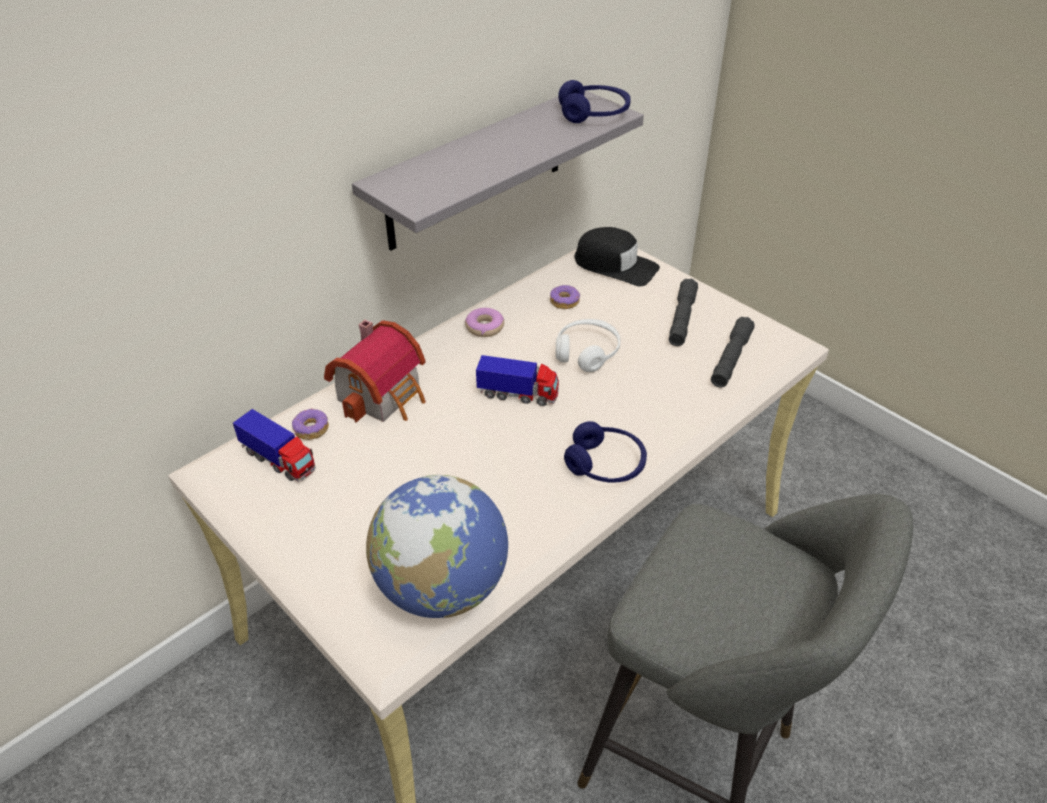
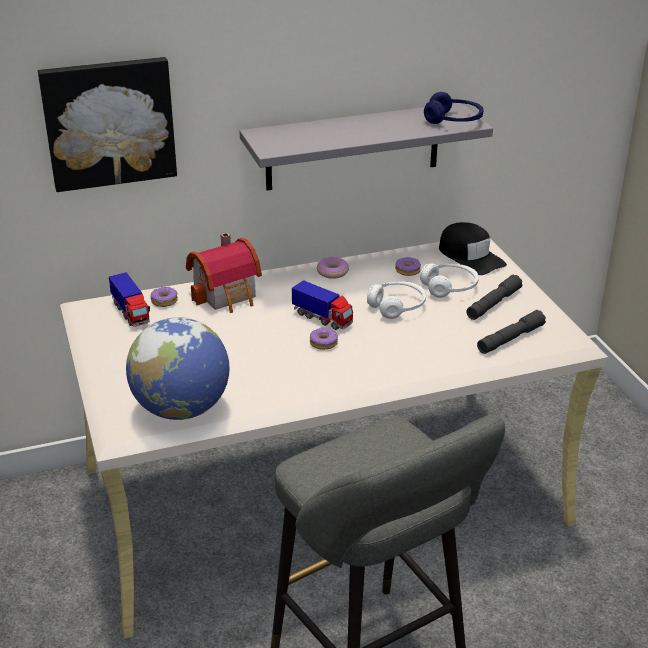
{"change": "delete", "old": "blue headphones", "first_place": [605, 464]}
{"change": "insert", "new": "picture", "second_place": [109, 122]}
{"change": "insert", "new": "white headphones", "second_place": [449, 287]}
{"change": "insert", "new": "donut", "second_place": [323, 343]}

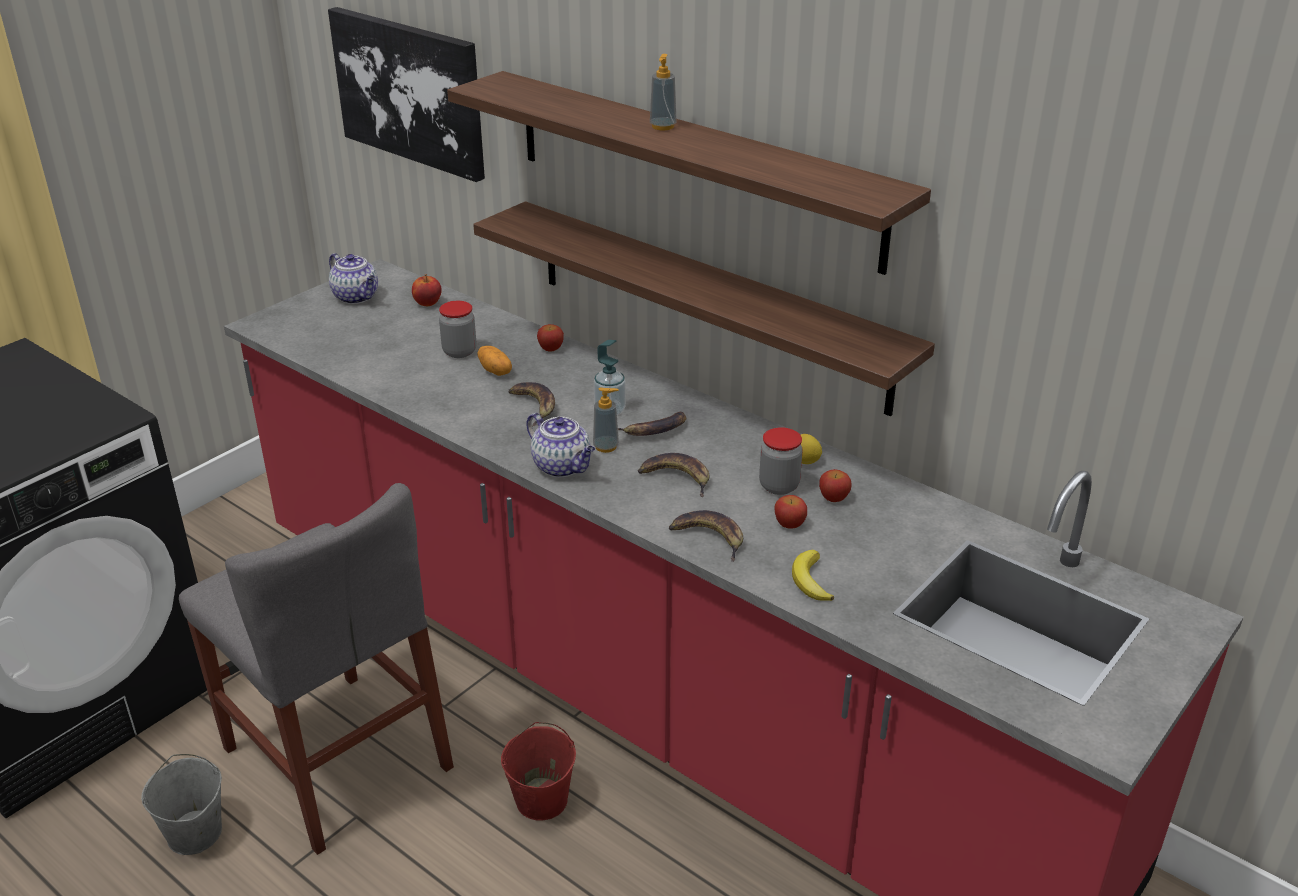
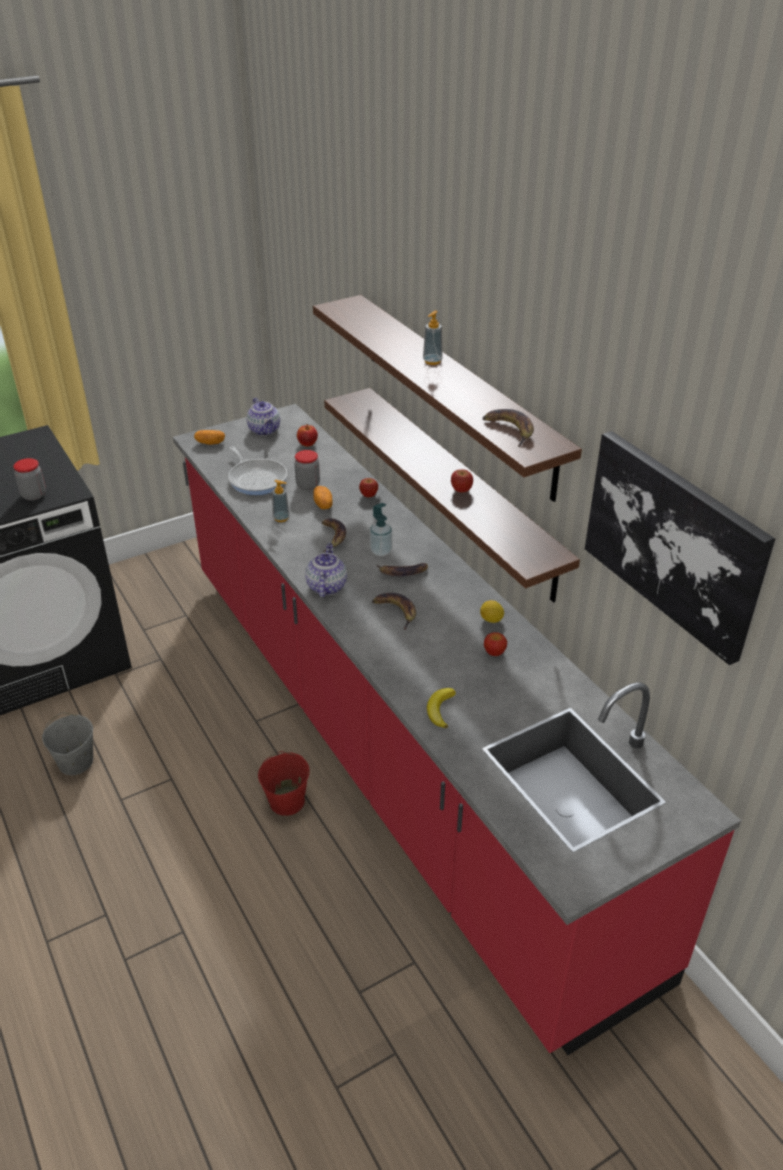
{"change": "move", "old": "picture", "first_place": [410, 91], "second_place": [673, 542]}
{"change": "move", "old": "soap dispenser", "first_place": [606, 446], "second_place": [281, 518]}
{"change": "rotate", "old": "teapot", "first_place": [563, 467], "second_place": [326, 586], "degrees": -150}
{"change": "move", "old": "jar", "first_place": [779, 486], "second_place": [34, 495]}
{"change": "delete", "old": "grey chair", "first_place": [336, 758]}
{"change": "move", "old": "apple", "first_place": [789, 524], "second_place": [461, 490]}
{"change": "move", "old": "banana", "first_place": [709, 537], "second_place": [510, 430]}
{"change": "insert", "new": "potato", "second_place": [210, 443]}
{"change": "insert", "new": "frying pan", "second_place": [257, 479]}

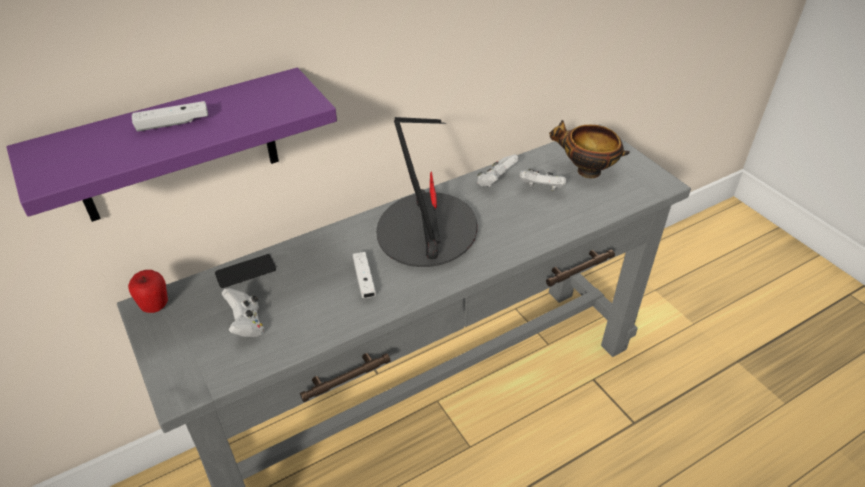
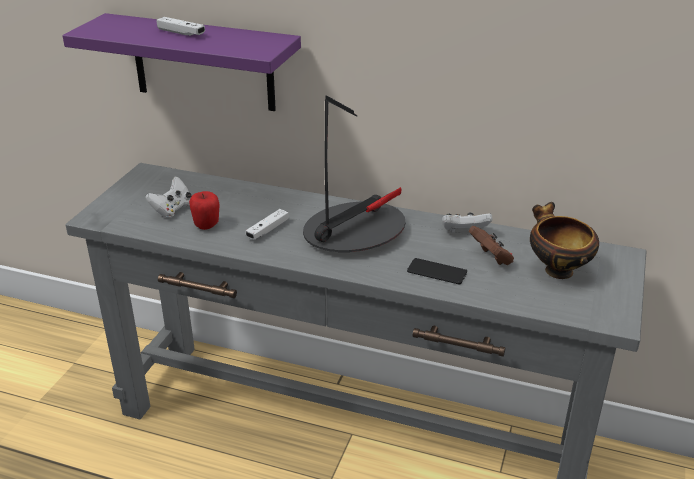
{"change": "recolor", "old": "white game controller", "new": "brown game controller", "first_place": [542, 189], "second_place": [491, 258]}
{"change": "move", "old": "phone", "first_place": [245, 271], "second_place": [437, 272]}
{"change": "move", "old": "apple", "first_place": [155, 306], "second_place": [206, 226]}

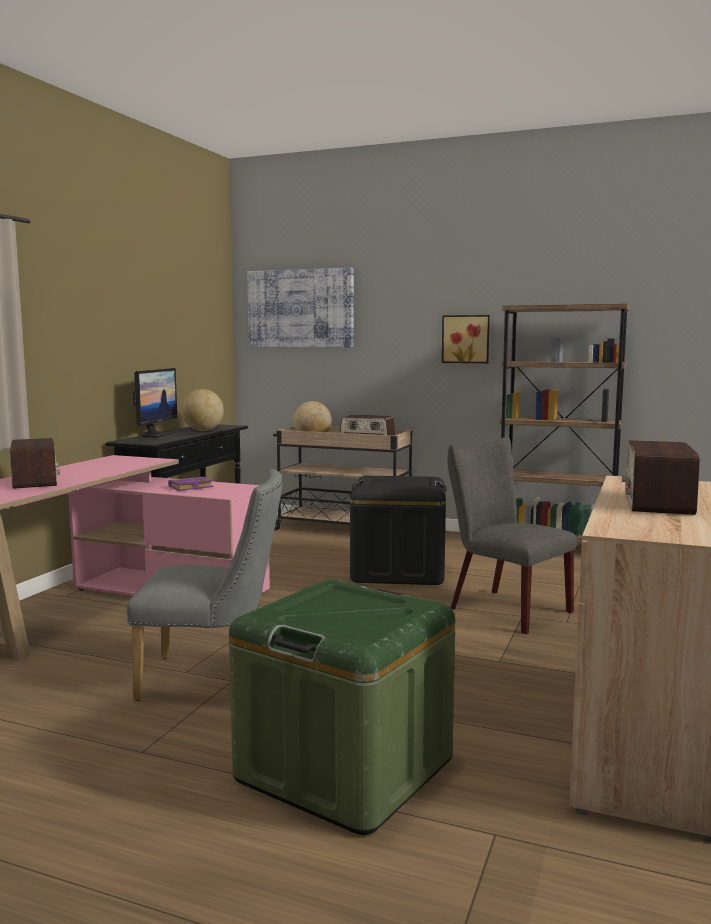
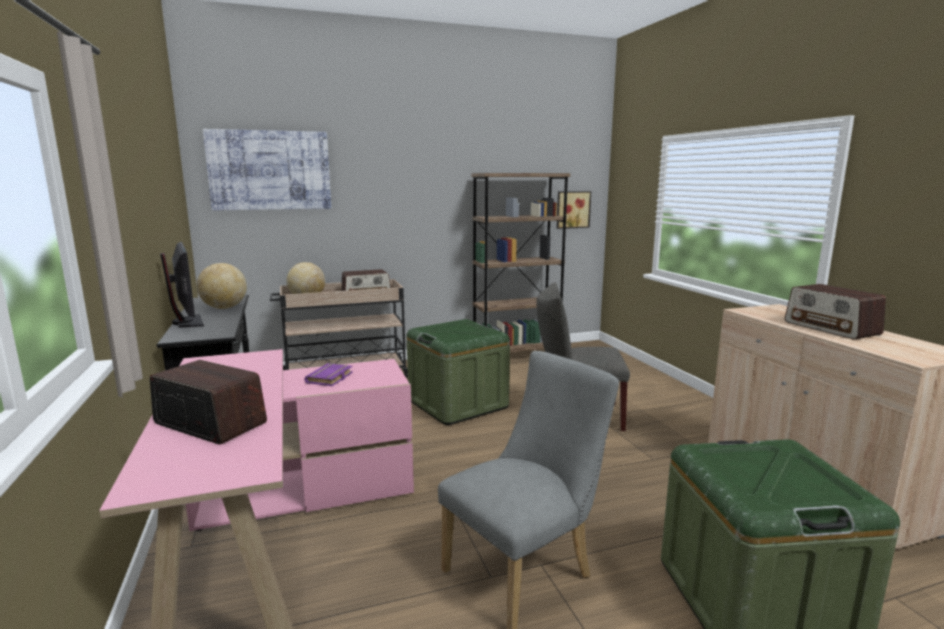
{"change": "move", "old": "picture", "first_place": [466, 339], "second_place": [572, 209]}
{"change": "recolor", "old": "black storage box", "new": "green storage box", "first_place": [398, 571], "second_place": [458, 404]}

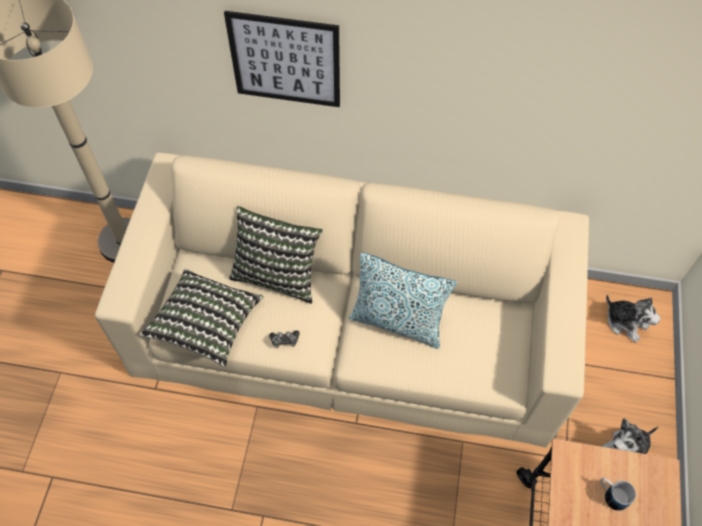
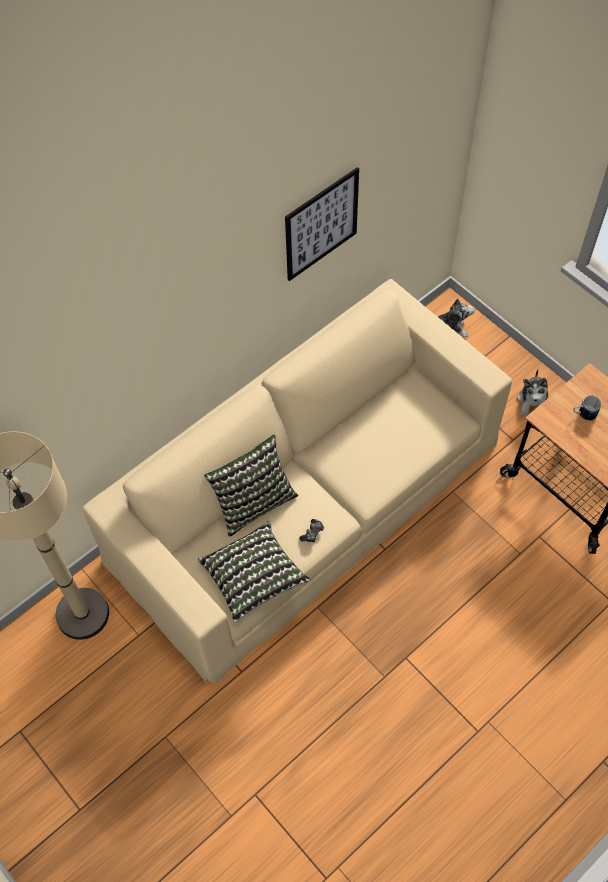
{"change": "move", "old": "picture", "first_place": [285, 60], "second_place": [321, 224]}
{"change": "delete", "old": "pillow", "first_place": [397, 322]}

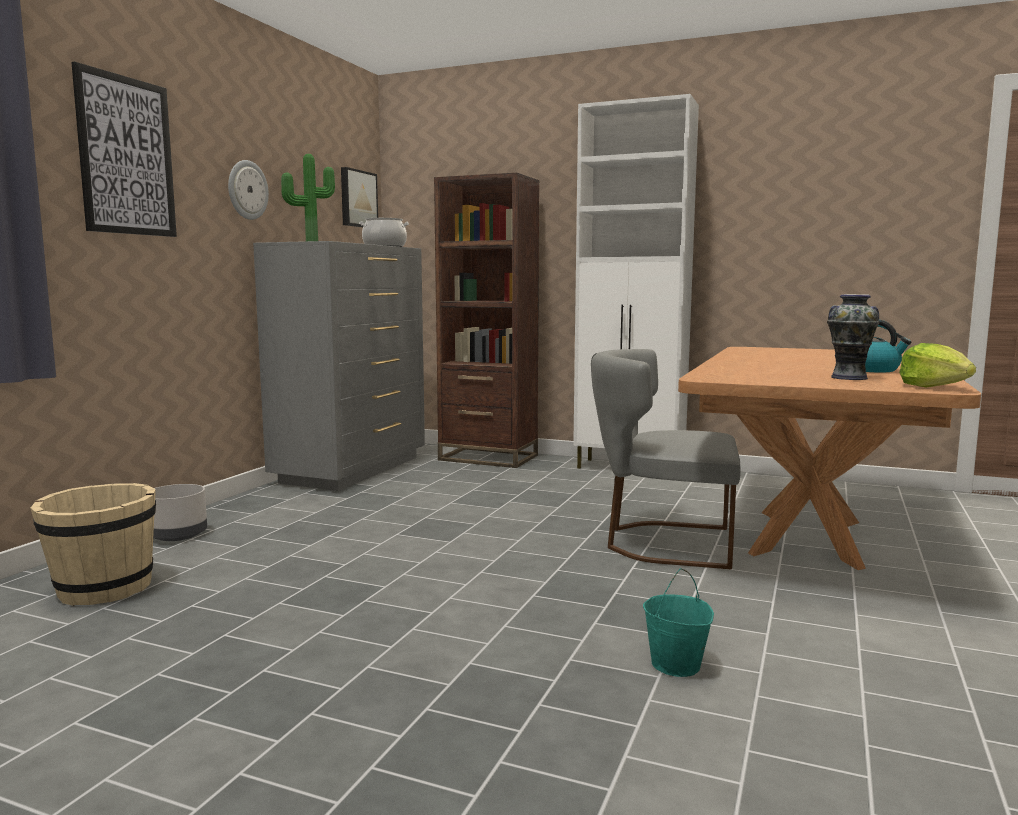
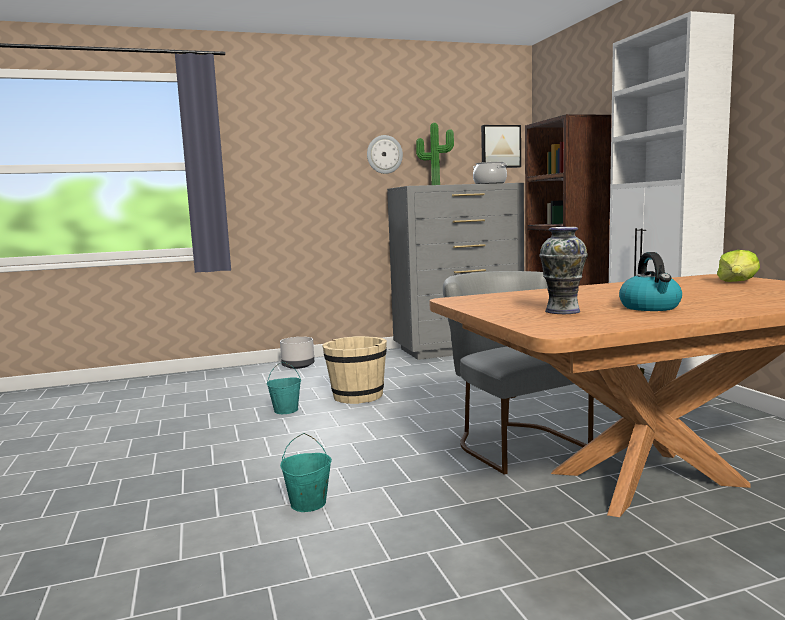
{"change": "delete", "old": "picture", "first_place": [126, 156]}
{"change": "move", "old": "lettuce", "first_place": [934, 387], "second_place": [737, 282]}
{"change": "move", "old": "beige bucket", "first_place": [103, 589], "second_place": [357, 397]}
{"change": "insert", "new": "turquoise bucket", "second_place": [286, 410]}

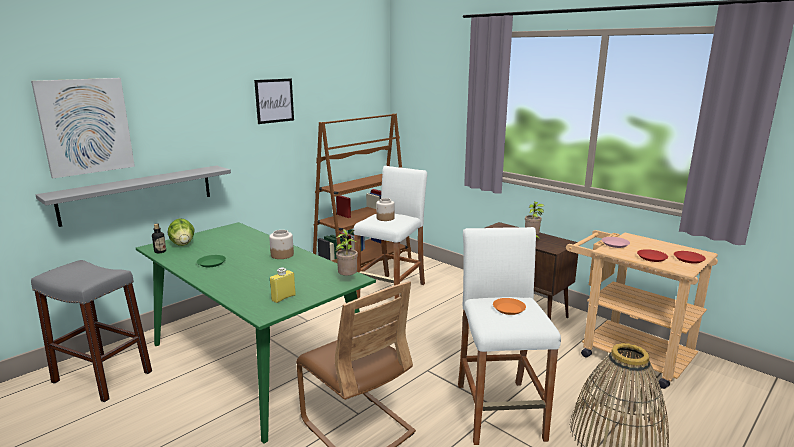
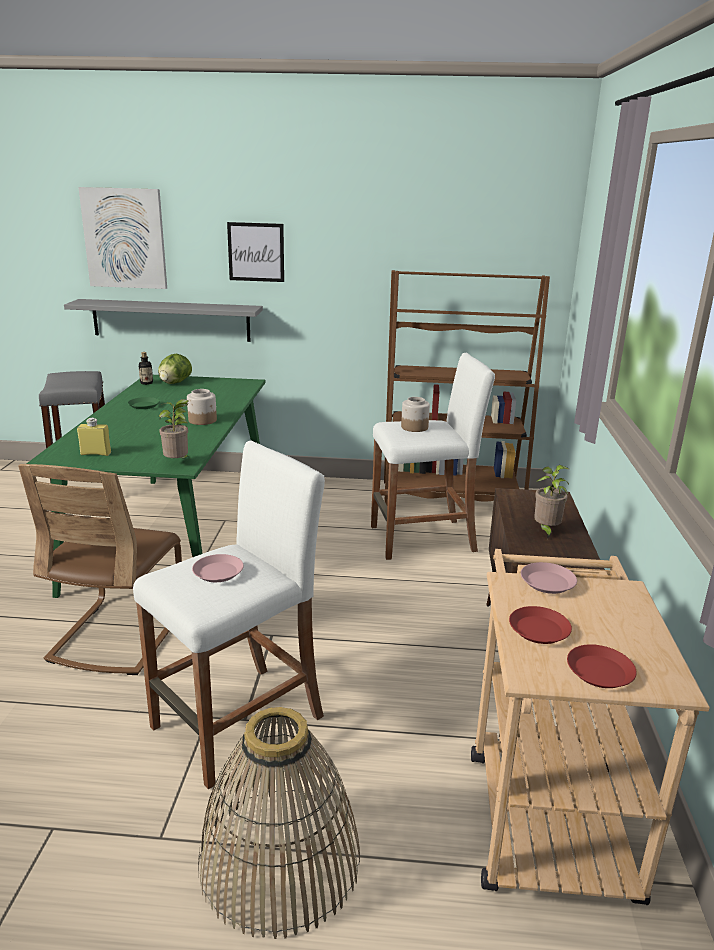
{"change": "move", "old": "picture", "first_place": [274, 100], "second_place": [256, 252]}
{"change": "recolor", "old": "orange plate", "new": "pink plate", "first_place": [509, 309], "second_place": [218, 572]}

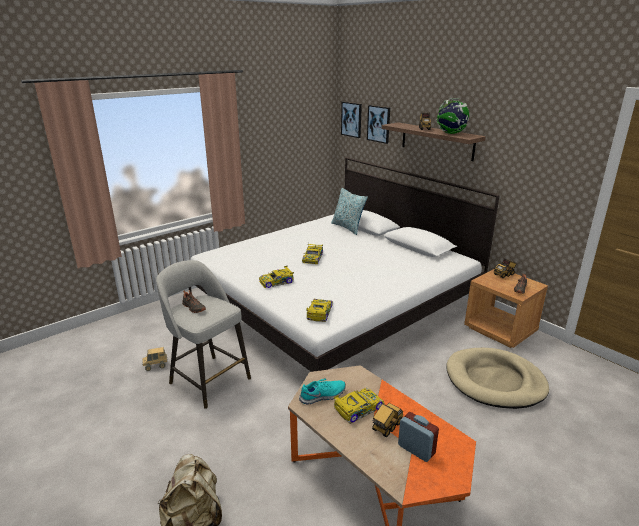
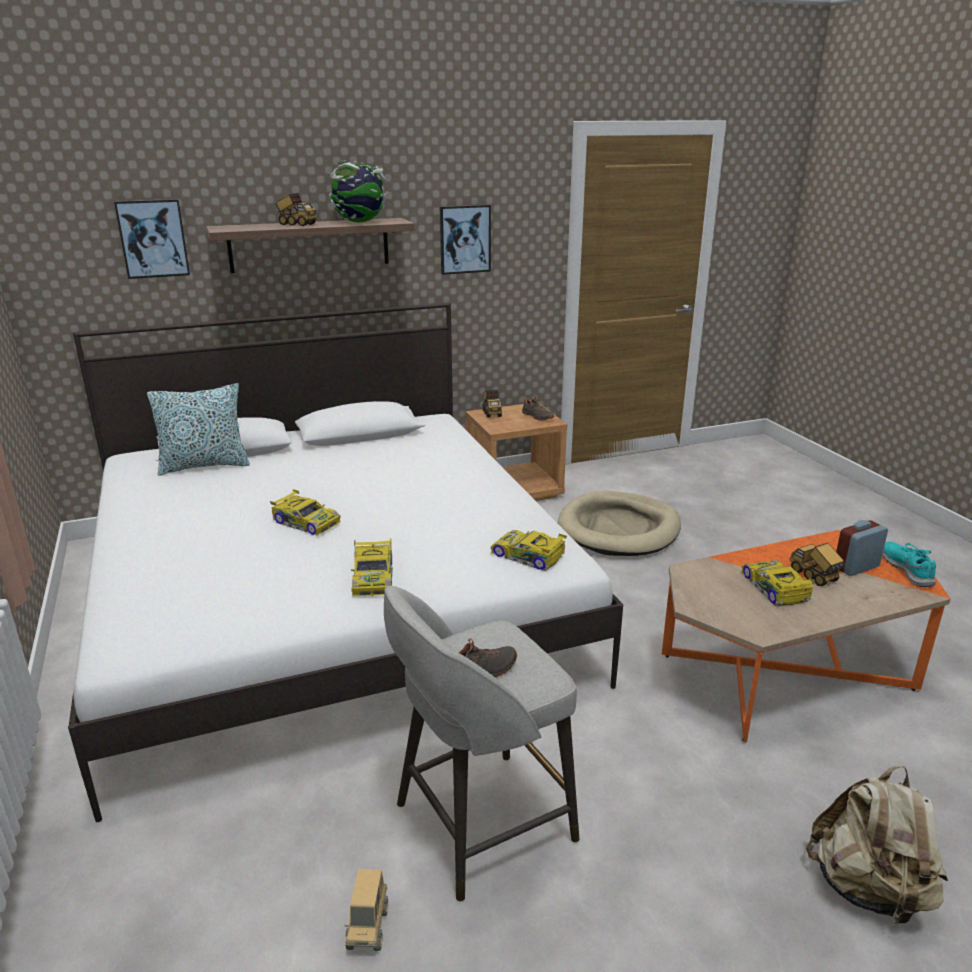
{"change": "move", "old": "picture", "first_place": [351, 119], "second_place": [464, 239]}
{"change": "move", "old": "turquoise shoe", "first_place": [323, 396], "second_place": [907, 569]}

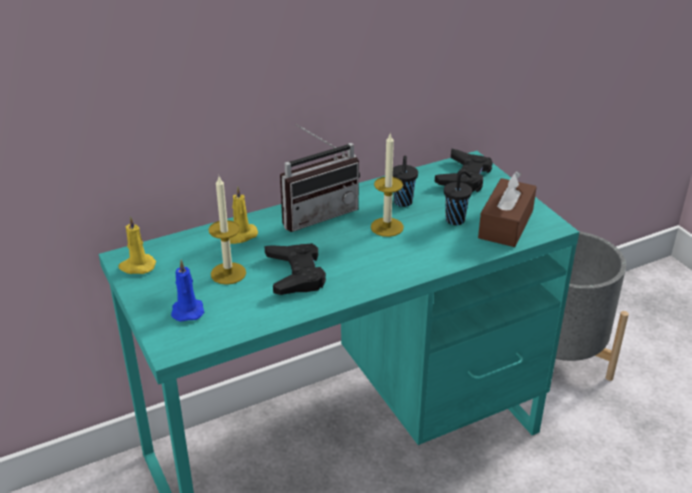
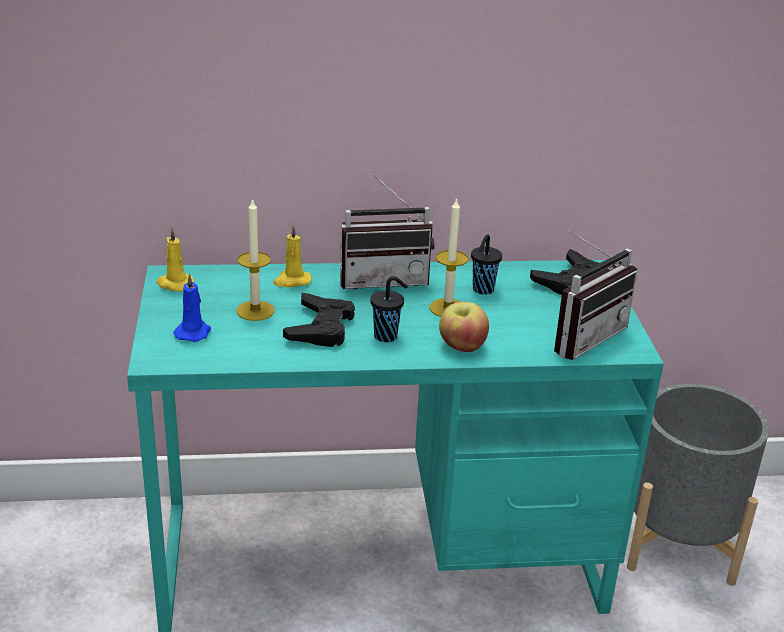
{"change": "move", "old": "black cup", "first_place": [456, 219], "second_place": [387, 336]}
{"change": "replace", "old": "brown tissue box", "new": "radio", "first_place": [506, 224], "second_place": [582, 336]}
{"change": "insert", "new": "apple", "second_place": [462, 346]}

